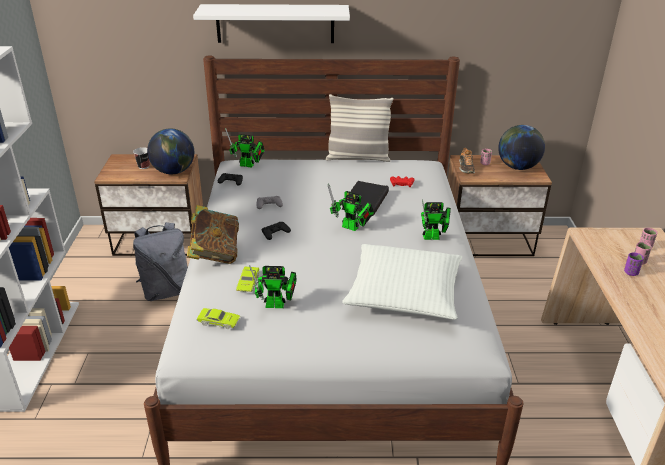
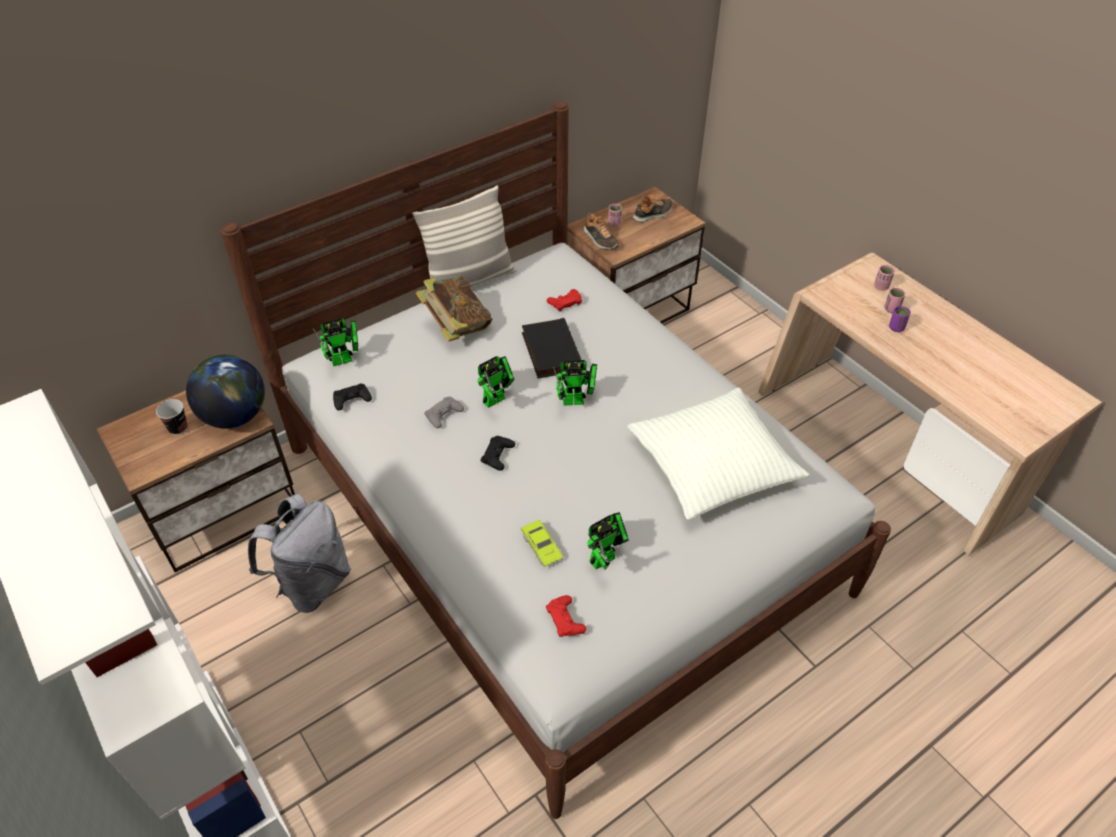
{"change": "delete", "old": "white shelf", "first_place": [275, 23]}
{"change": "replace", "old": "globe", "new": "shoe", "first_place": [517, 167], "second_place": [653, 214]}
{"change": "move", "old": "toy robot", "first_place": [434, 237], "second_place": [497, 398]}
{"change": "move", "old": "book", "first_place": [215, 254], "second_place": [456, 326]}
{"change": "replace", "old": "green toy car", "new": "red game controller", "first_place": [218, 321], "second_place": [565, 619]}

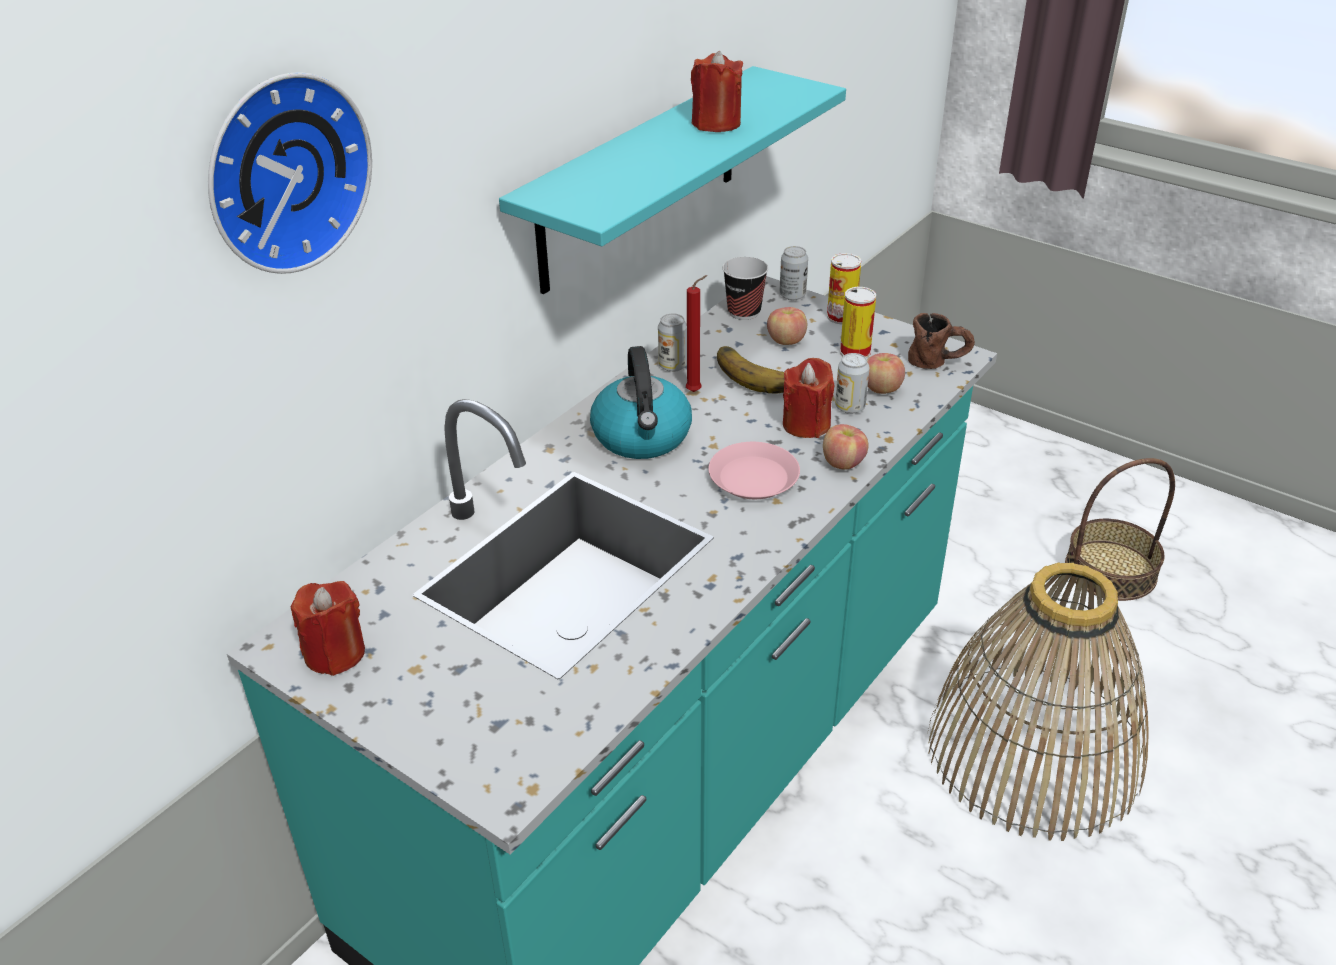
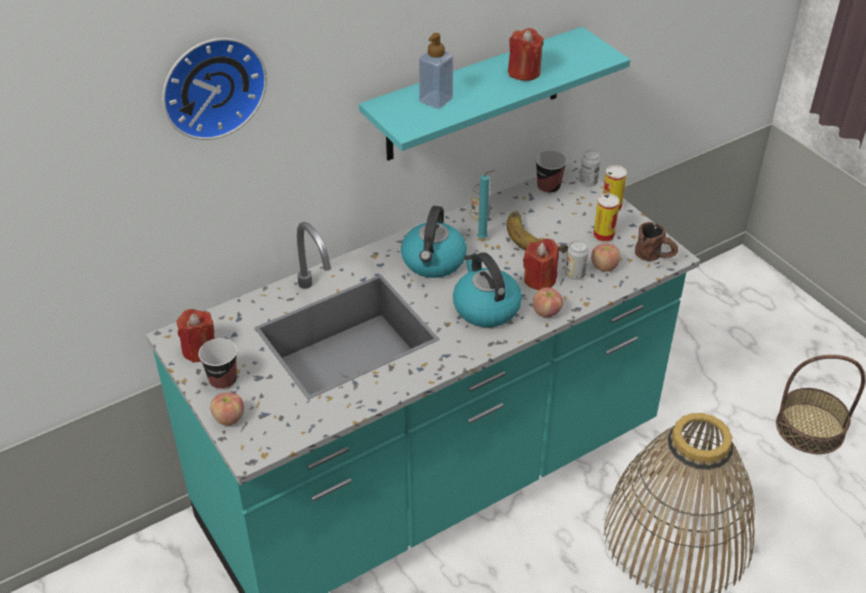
{"change": "recolor", "old": "red candle", "new": "turquoise candle", "first_place": [696, 391], "second_place": [484, 238]}
{"change": "move", "old": "apple", "first_place": [786, 341], "second_place": [229, 418]}
{"change": "replace", "old": "pink plate", "new": "kettle", "first_place": [754, 478], "second_place": [485, 307]}
{"change": "insert", "new": "soap dispenser", "second_place": [436, 100]}
{"change": "insert", "new": "cup", "second_place": [223, 380]}

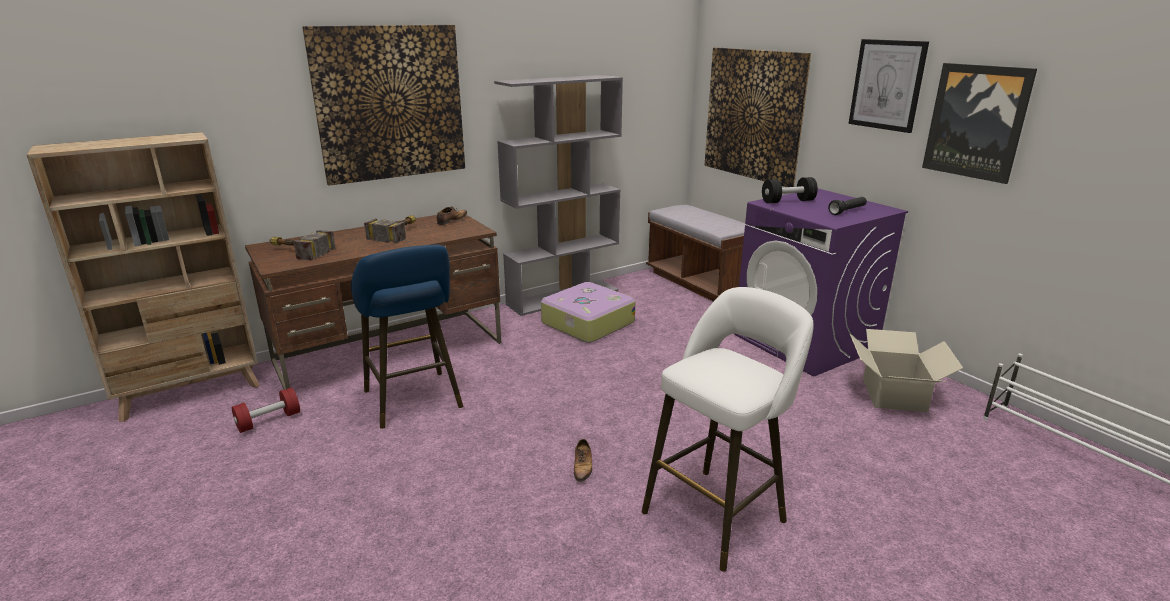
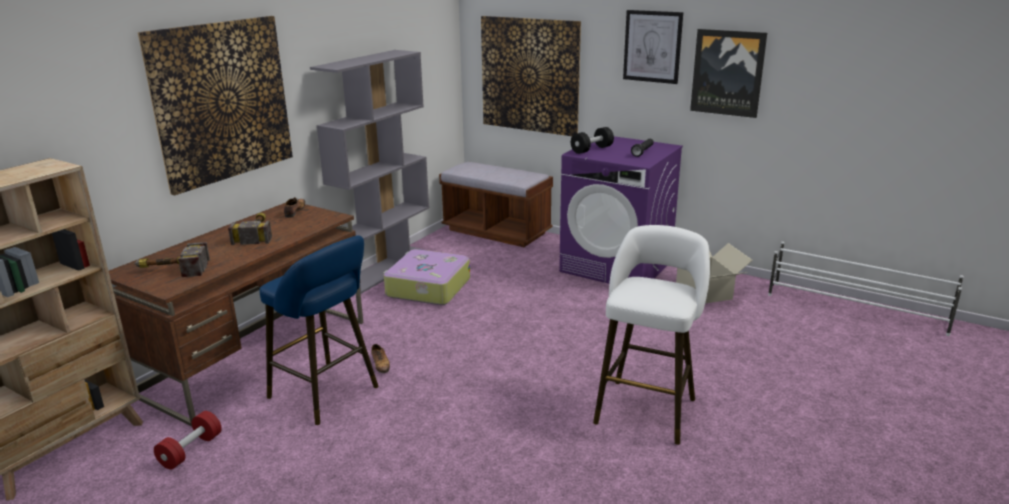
{"change": "move", "old": "shoe", "first_place": [583, 467], "second_place": [381, 364]}

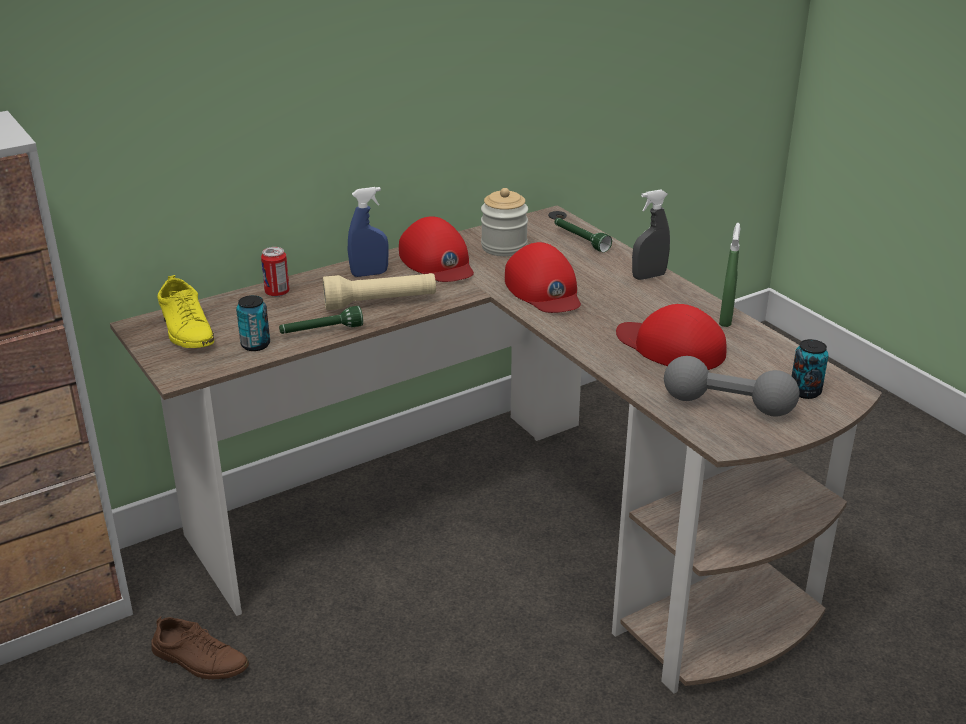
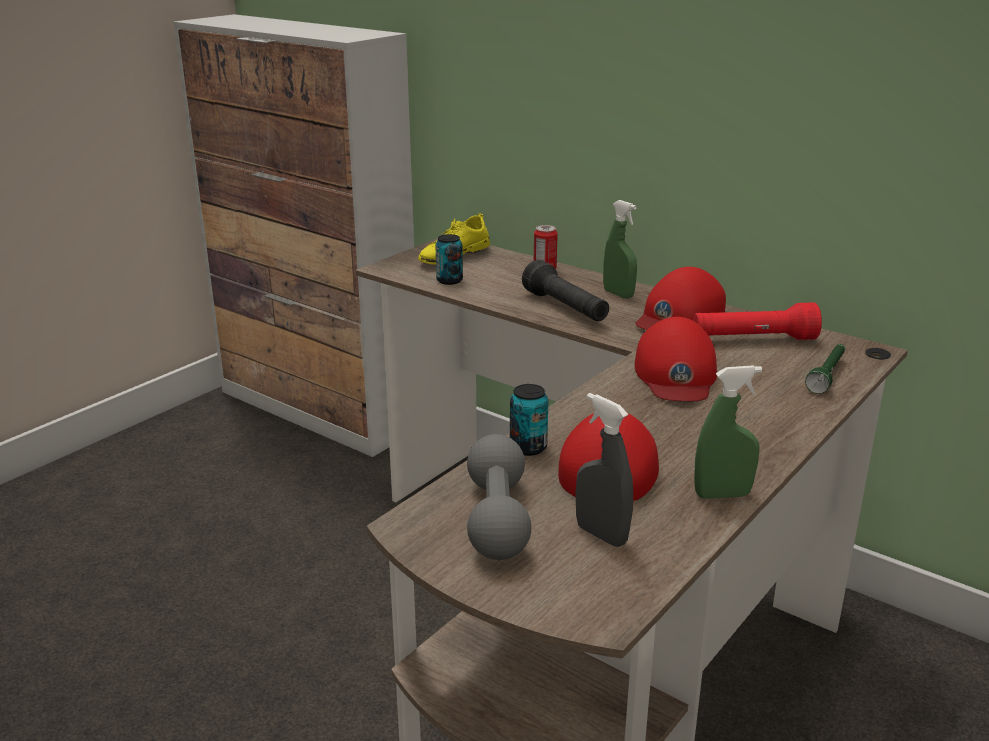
{"change": "recolor", "old": "blue spray bottle", "new": "green spray bottle", "first_place": [369, 274], "second_place": [618, 294]}
{"change": "replace", "old": "jar", "new": "red flashlight", "first_place": [504, 247], "second_place": [753, 339]}
{"change": "move", "old": "grey spray bottle", "first_place": [648, 276], "second_place": [601, 535]}
{"change": "rotate", "old": "red cap", "first_place": [544, 290], "second_place": [676, 374], "degrees": -45}
{"change": "recolor", "old": "beige flashlight", "new": "black flashlight", "first_place": [380, 303], "second_place": [566, 308]}
{"change": "delete", "old": "green flashlight", "first_place": [321, 331]}
{"change": "move", "old": "can", "first_place": [805, 391], "second_place": [528, 447]}
{"change": "delete", "old": "brown shoe", "first_place": [199, 660]}

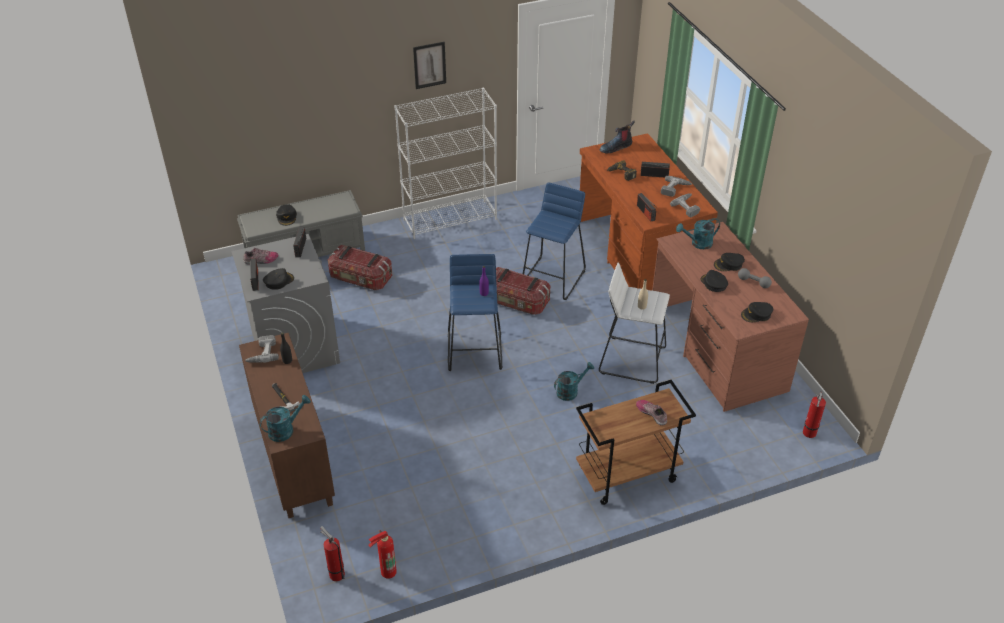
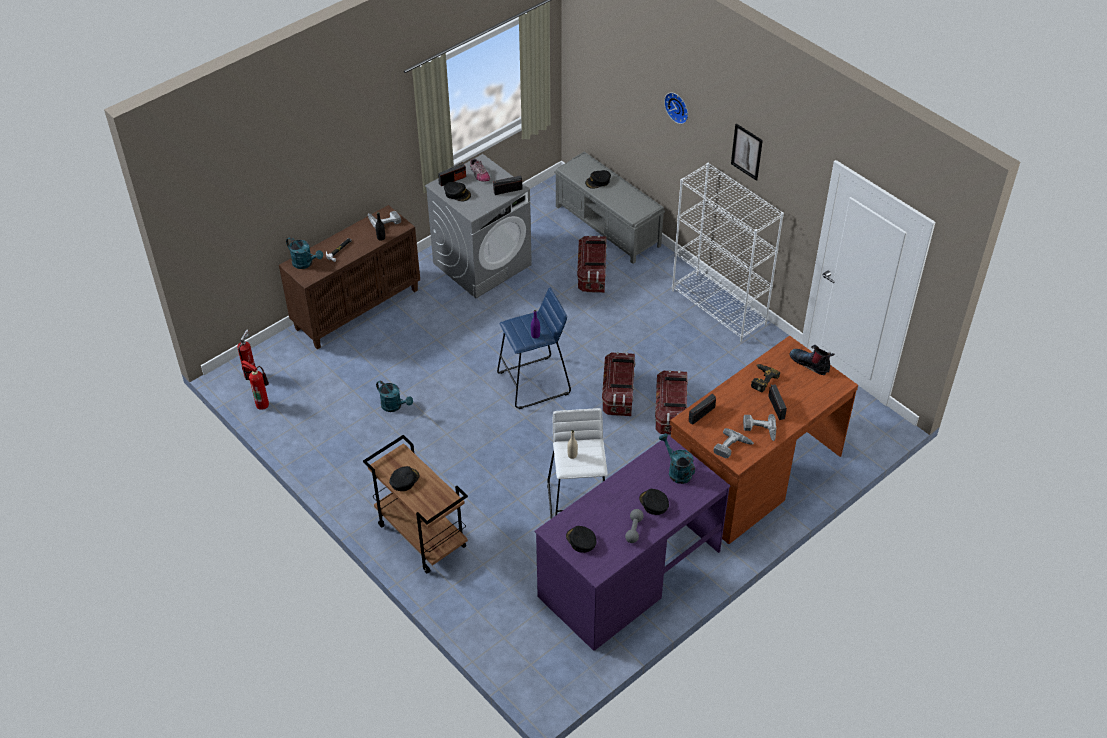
{"change": "replace", "old": "blue stool", "new": "storage box", "first_place": [553, 278], "second_place": [671, 412]}
{"change": "recolor", "old": "brown desk", "new": "purple desk", "first_place": [716, 349], "second_place": [629, 573]}
{"change": "move", "old": "black cap", "first_place": [713, 283], "second_place": [404, 480]}
{"change": "move", "old": "turquoise watering can", "first_place": [570, 391], "second_place": [394, 406]}
{"change": "delete", "old": "fire extinguisher", "first_place": [809, 434]}
{"change": "delete", "old": "shoe", "first_place": [652, 414]}
{"change": "insert", "new": "wall clock", "second_place": [678, 107]}

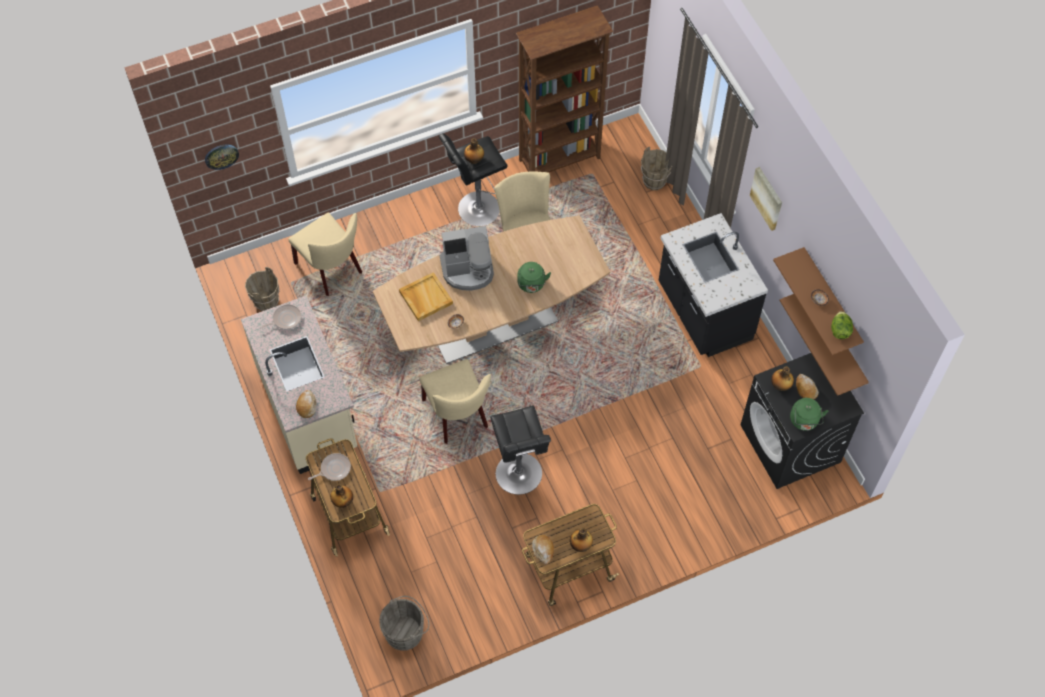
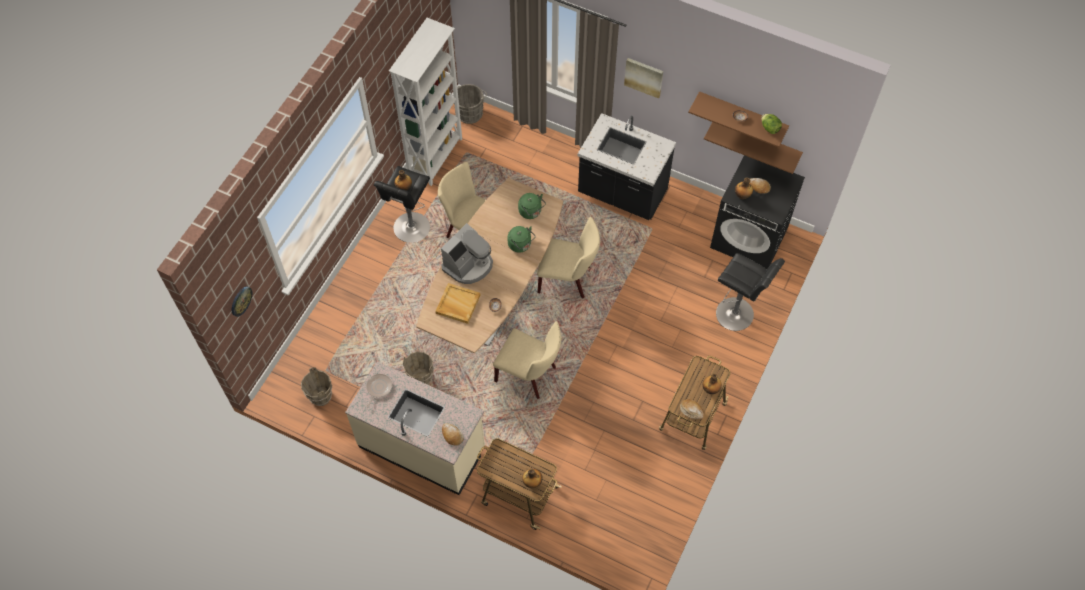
{"change": "recolor", "old": "brown bookcase", "new": "white bookcase", "first_place": [560, 159], "second_place": [436, 157]}
{"change": "move", "old": "brown bucket", "first_place": [654, 181], "second_place": [421, 378]}
{"change": "move", "old": "beige chair", "first_place": [332, 270], "second_place": [568, 279]}
{"change": "move", "old": "green kettle", "first_place": [804, 421], "second_place": [531, 212]}
{"change": "move", "old": "black stool", "first_place": [520, 476], "second_place": [737, 315]}
{"change": "delete", "old": "frying pan", "first_place": [334, 469]}
{"change": "move", "old": "grey bucket", "first_place": [406, 631], "second_place": [470, 112]}

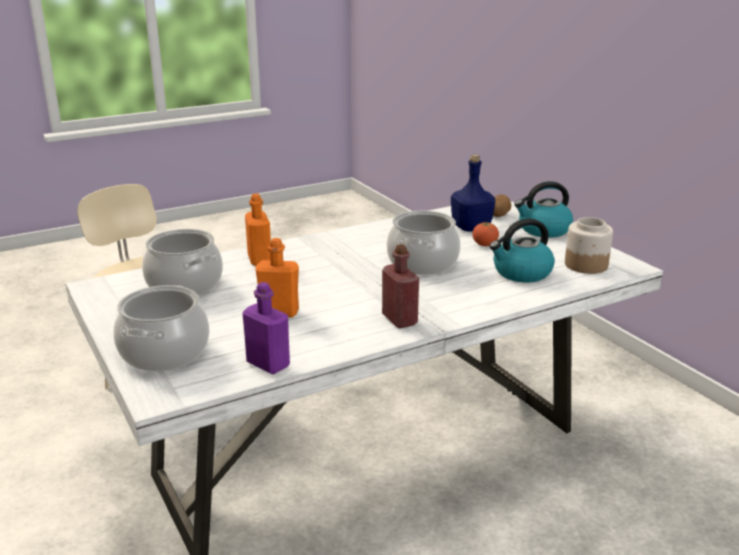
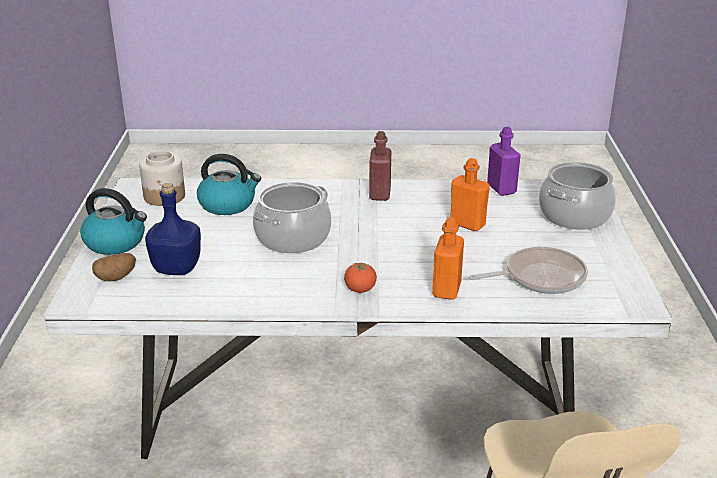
{"change": "move", "old": "tomato", "first_place": [484, 245], "second_place": [360, 290]}
{"change": "replace", "old": "cooking pot", "new": "frying pan", "first_place": [185, 284], "second_place": [540, 277]}

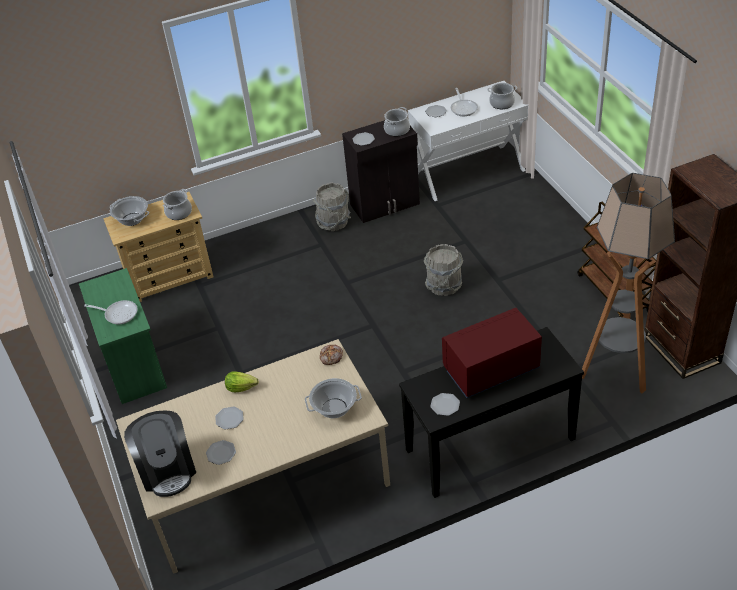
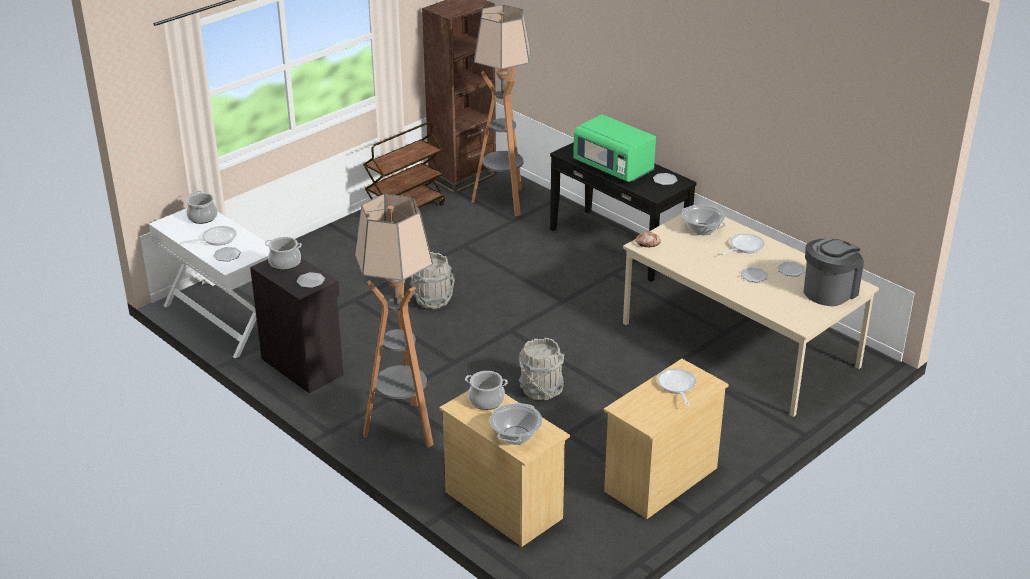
{"change": "move", "old": "grey bucket", "first_place": [334, 222], "second_place": [540, 390]}
{"change": "recolor", "old": "green dresser", "new": "beige dresser", "first_place": [134, 366], "second_place": [660, 479]}
{"change": "recolor", "old": "red microwave", "new": "green microwave", "first_place": [491, 369], "second_place": [614, 168]}
{"change": "delete", "old": "lettuce", "first_place": [241, 387]}
{"change": "insert", "new": "floor lamp", "second_place": [403, 428]}
{"change": "insert", "new": "frying pan", "second_place": [744, 247]}

